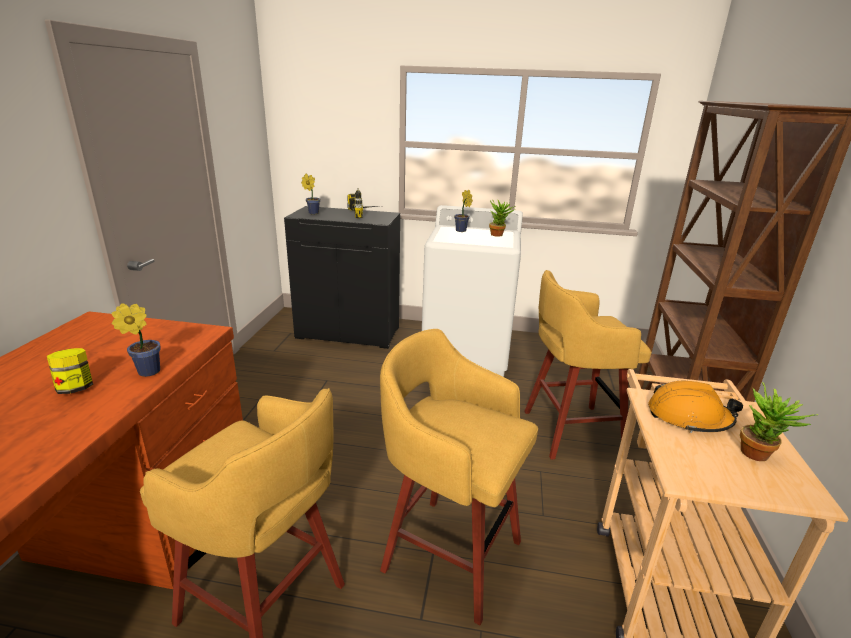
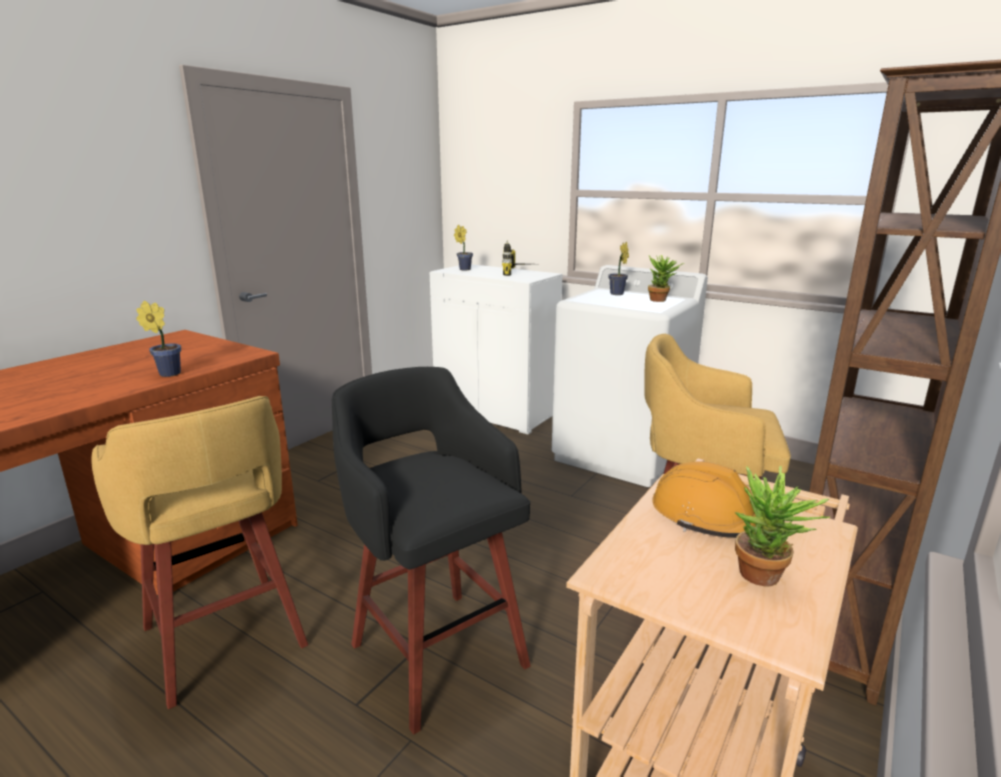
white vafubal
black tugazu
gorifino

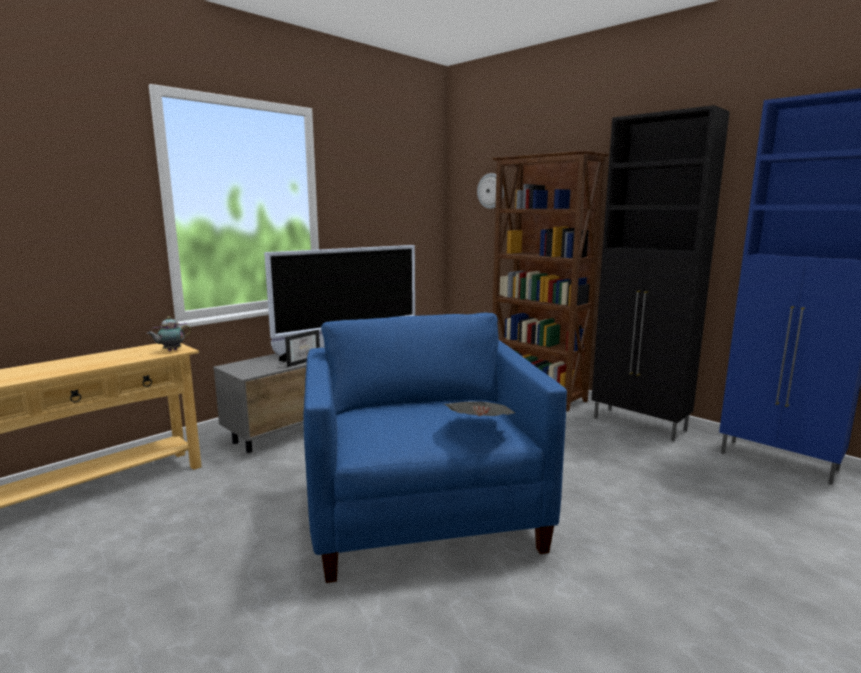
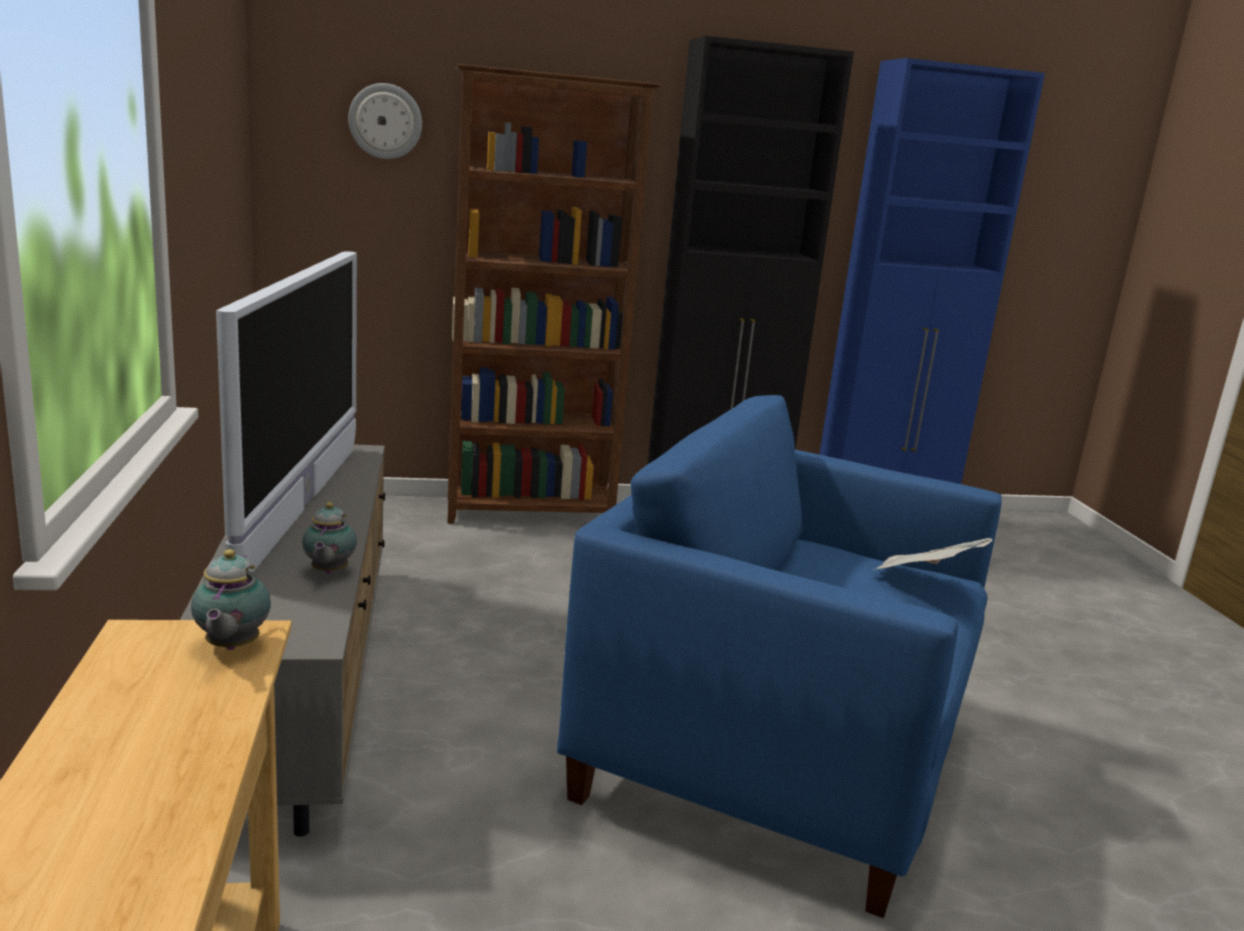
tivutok (2nd from left)

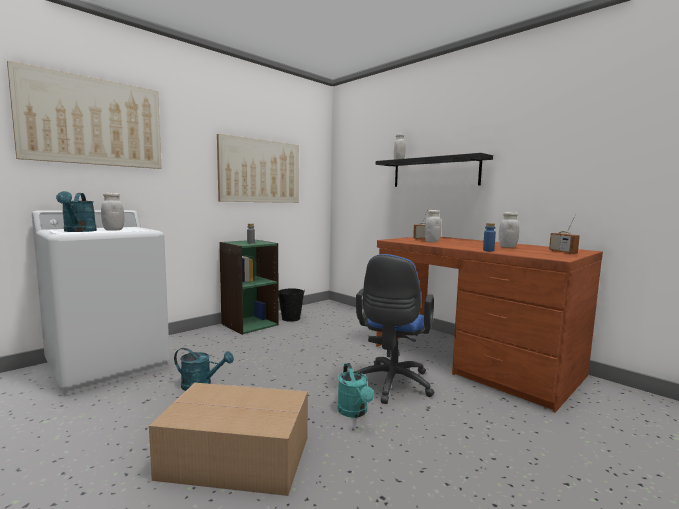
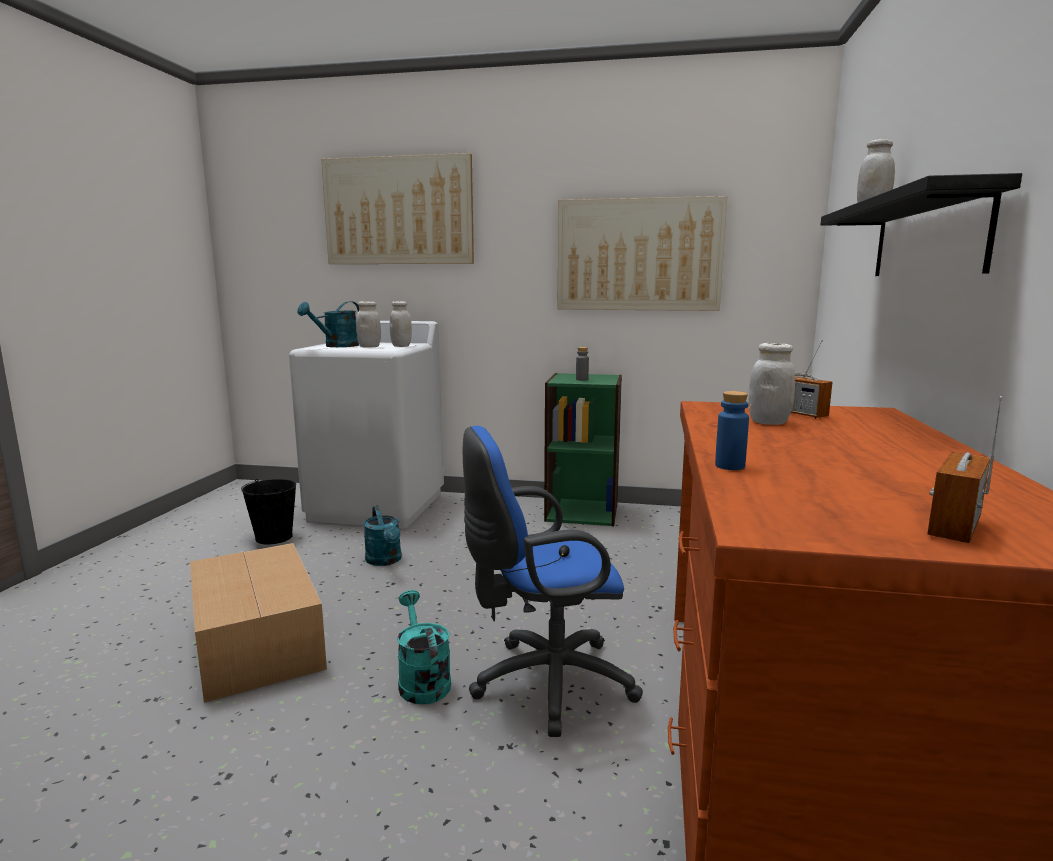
white gorifino (2nd from left)
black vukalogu
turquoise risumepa (3rd from left)

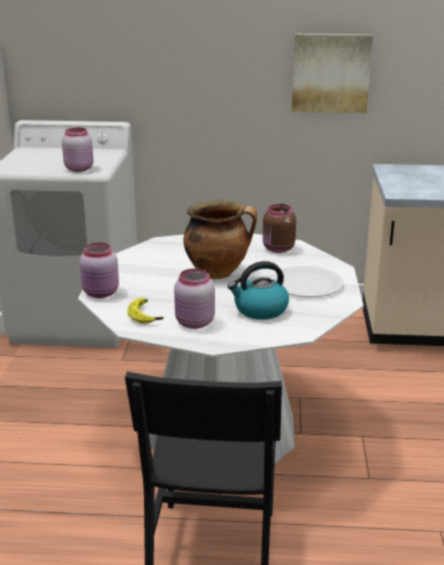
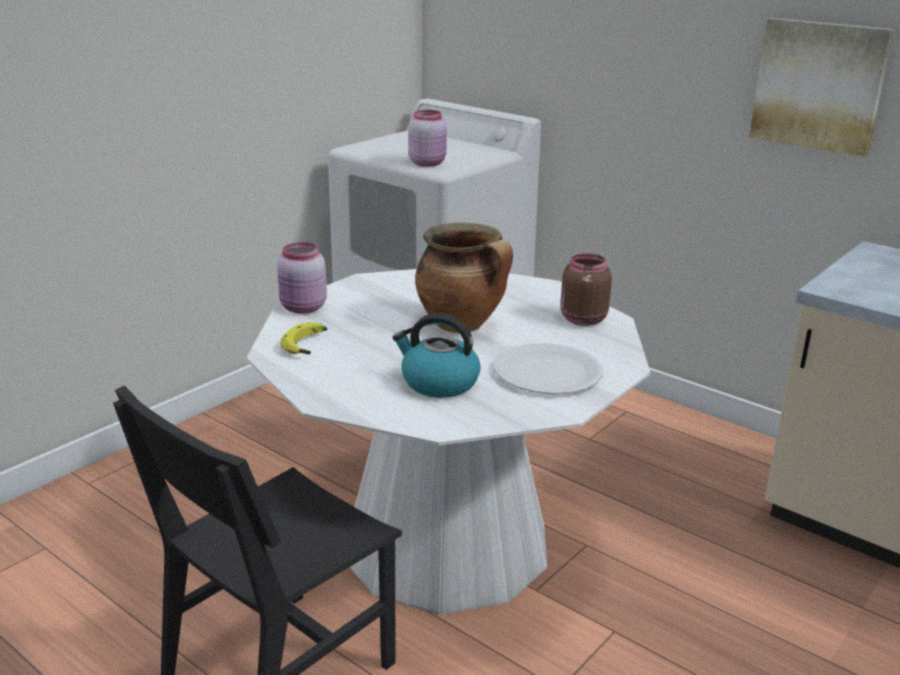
pink gorifino (3rd from left in the first image)

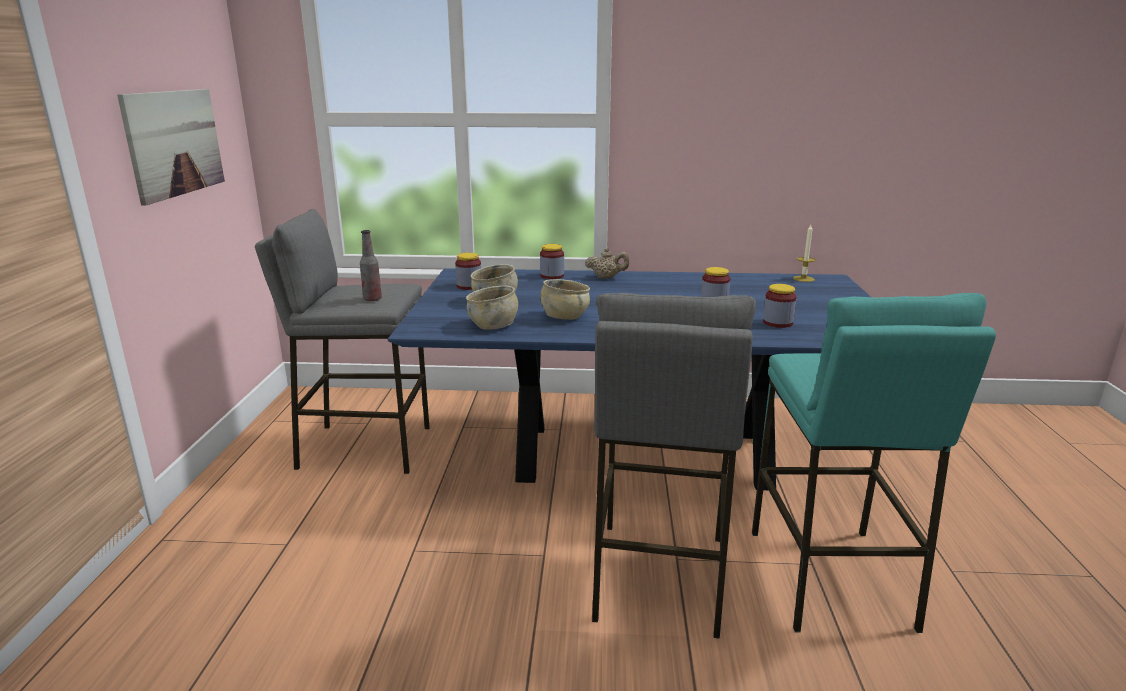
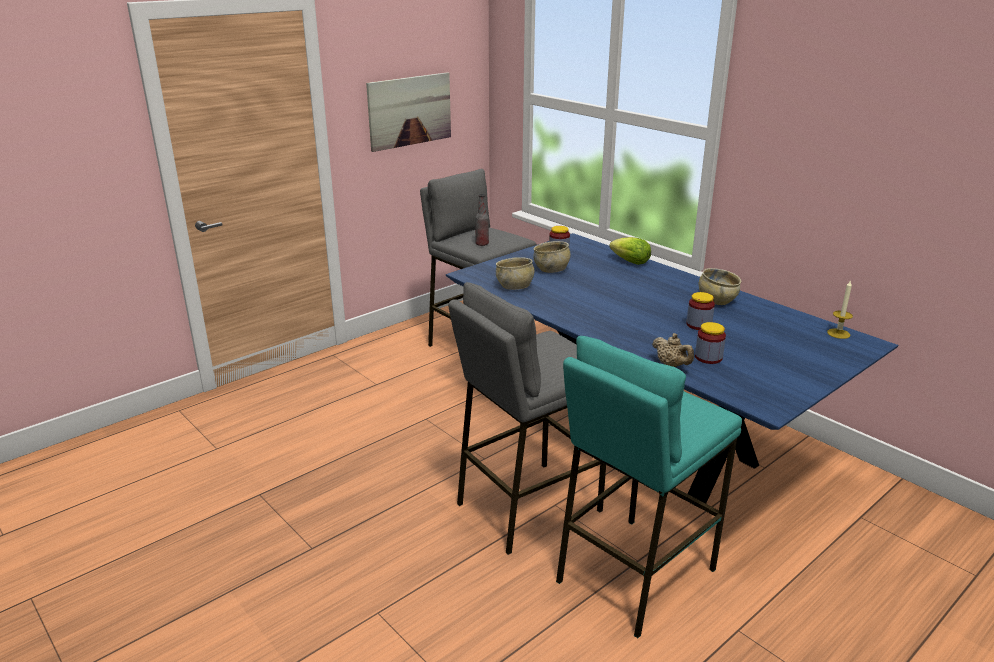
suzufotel
beige tivutok
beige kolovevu (3rd from left)

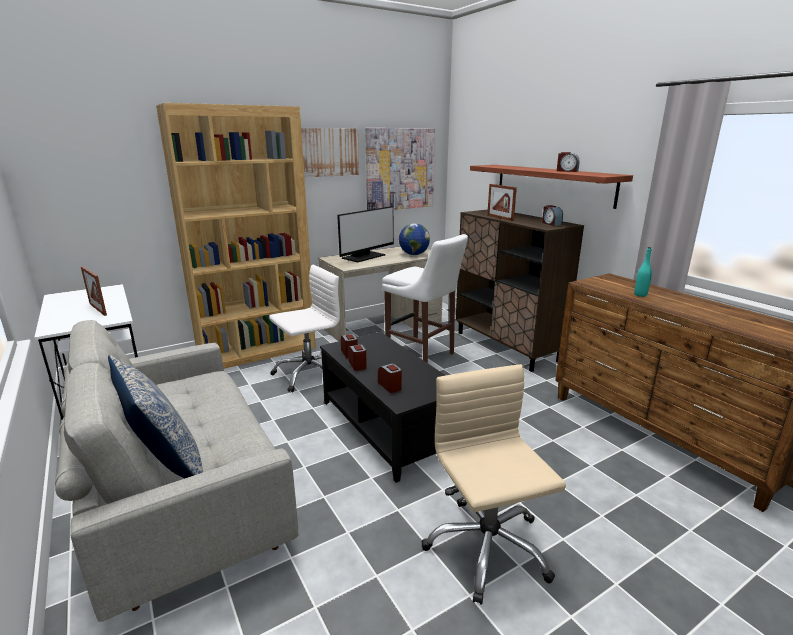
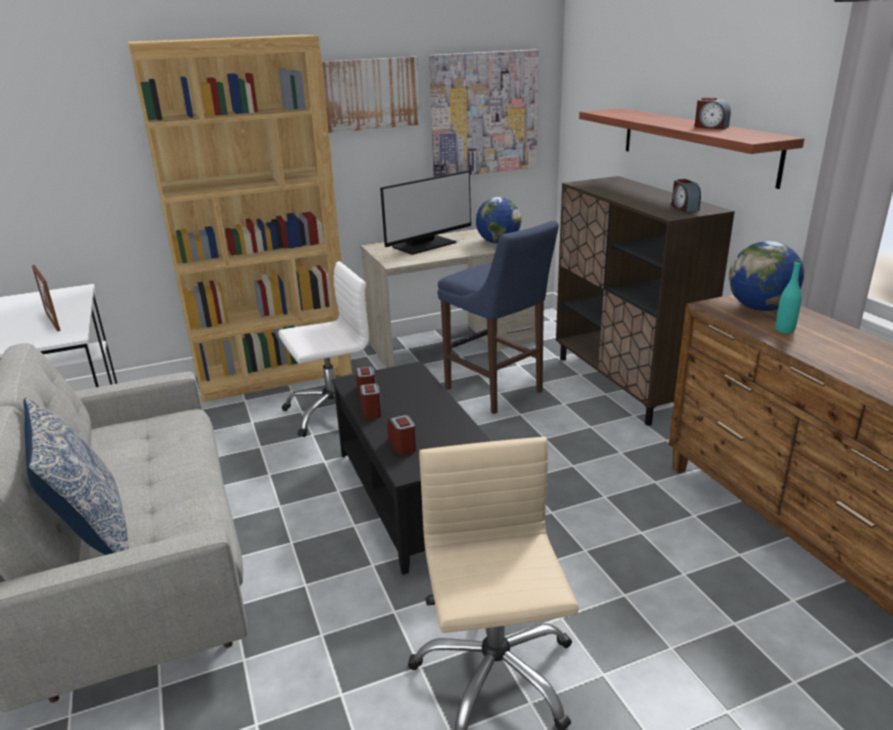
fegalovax (2nd from left in the first image)
blue tugazu
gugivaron (2nd from left)

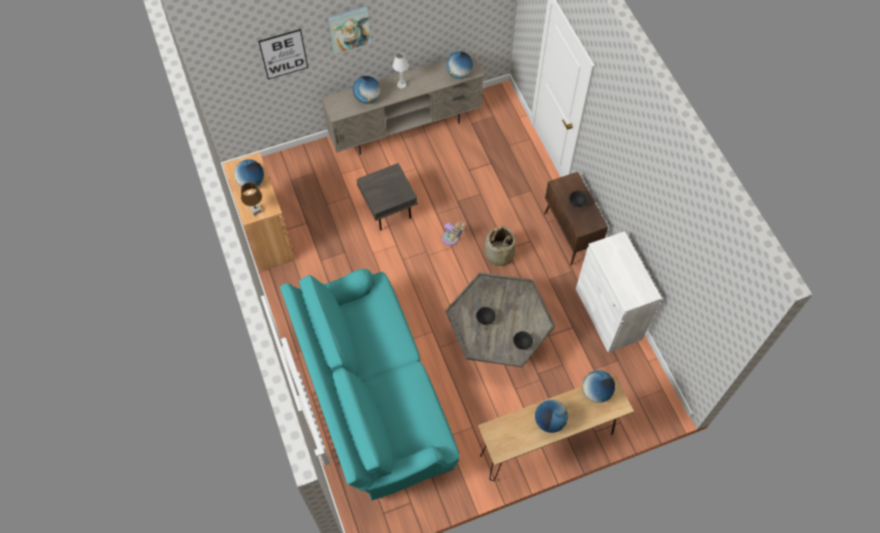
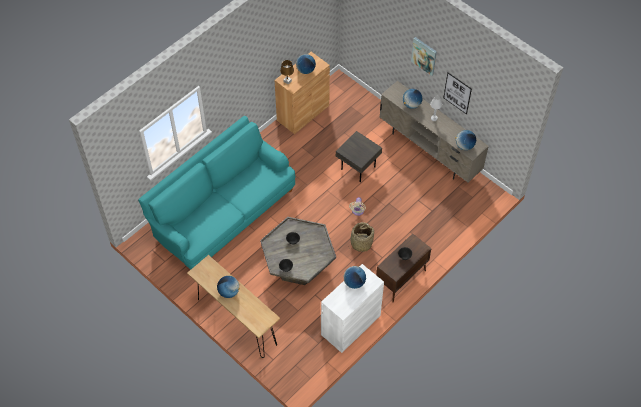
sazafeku (2nd from left)
gugivaron (3rd from left)

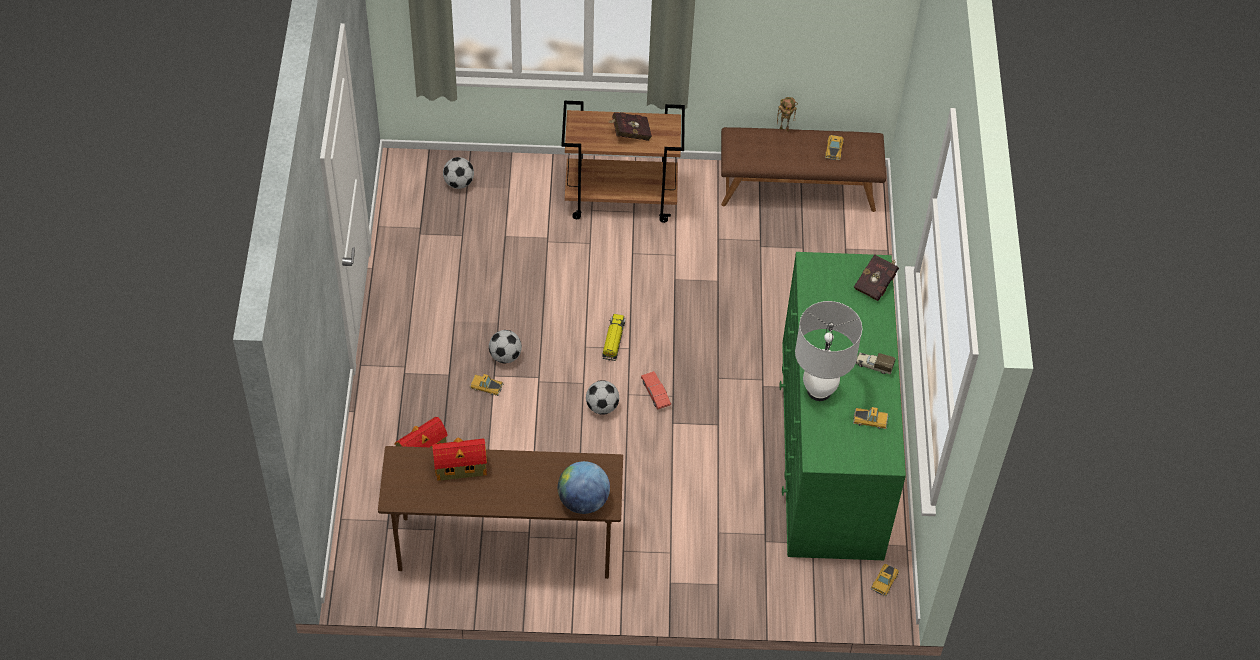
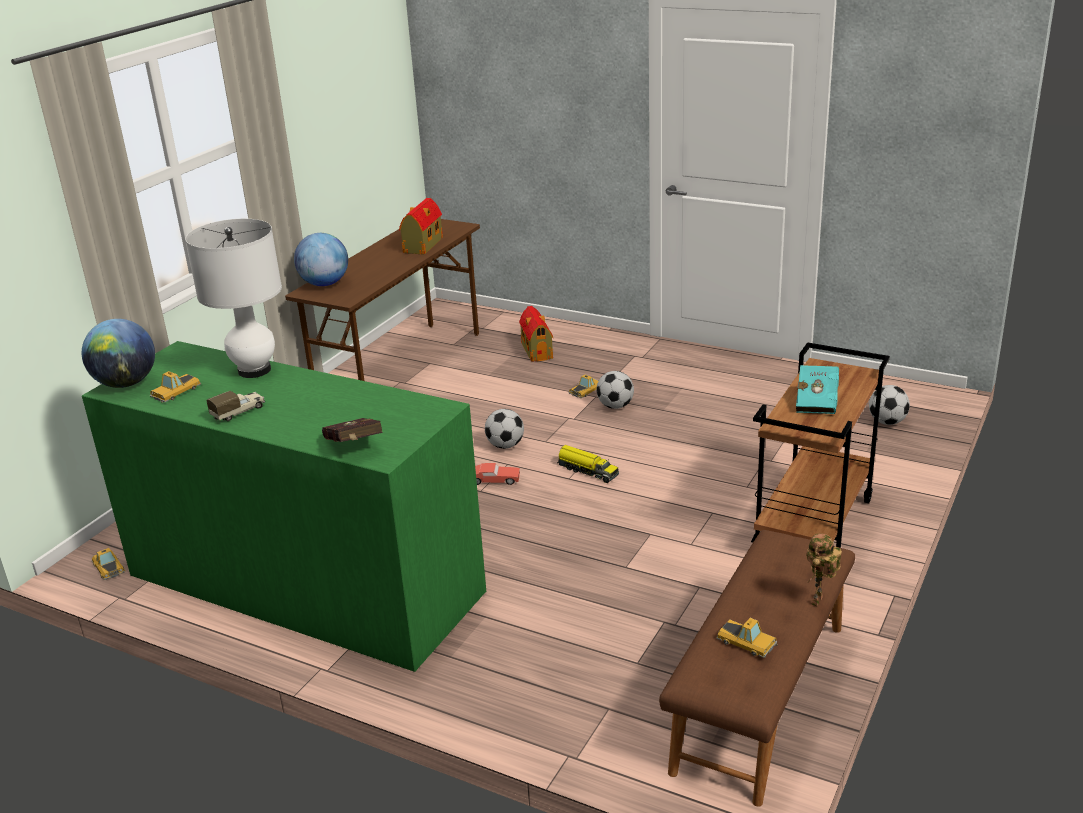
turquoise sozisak
gugivaron (1st from left)

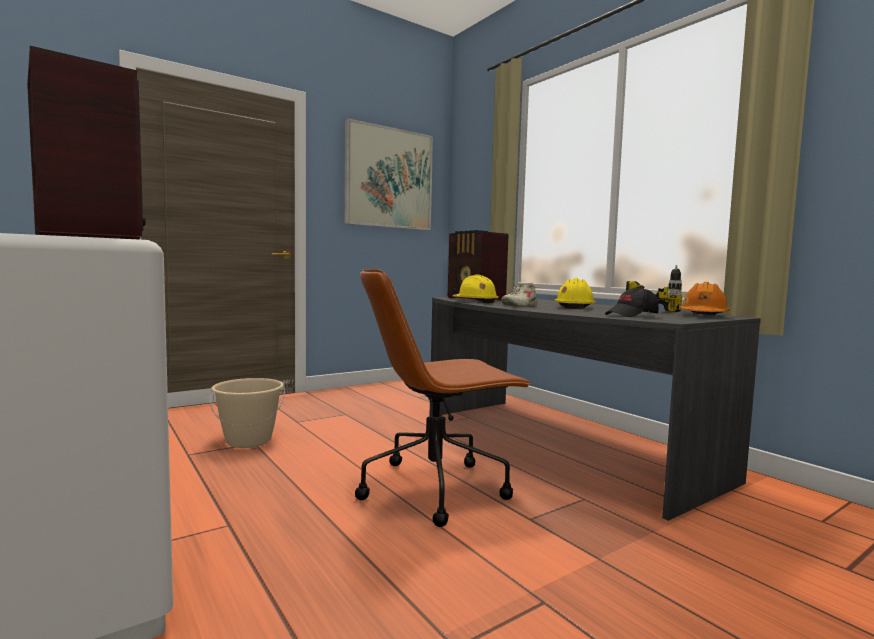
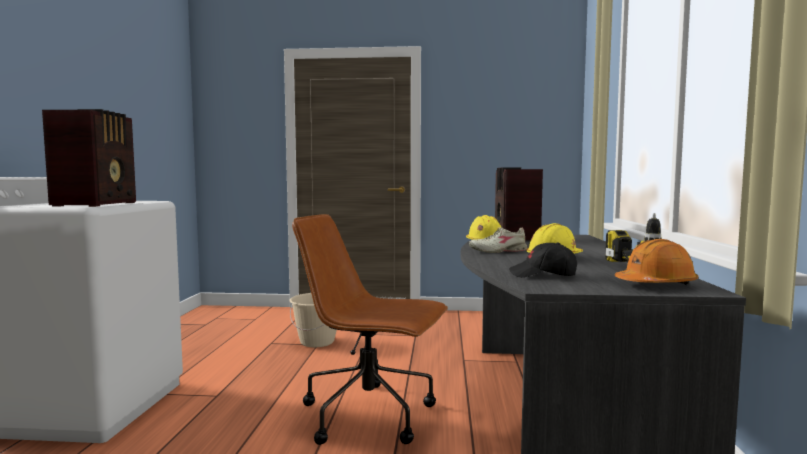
sazafeku

